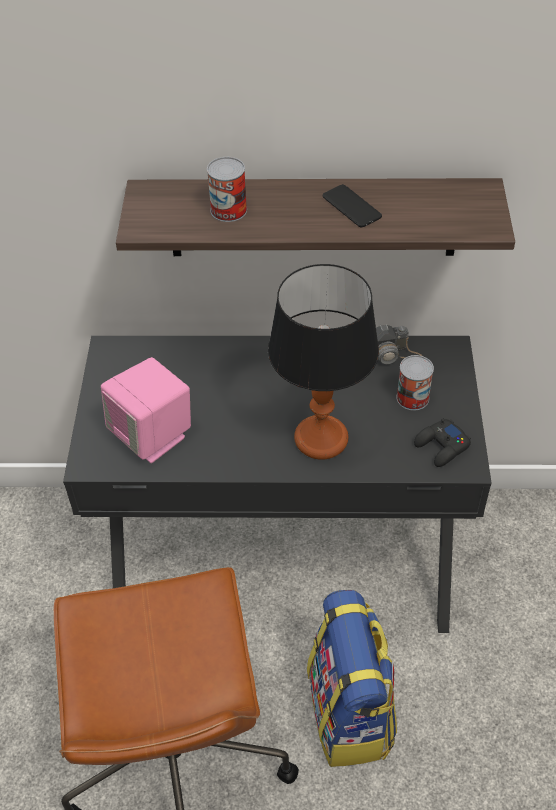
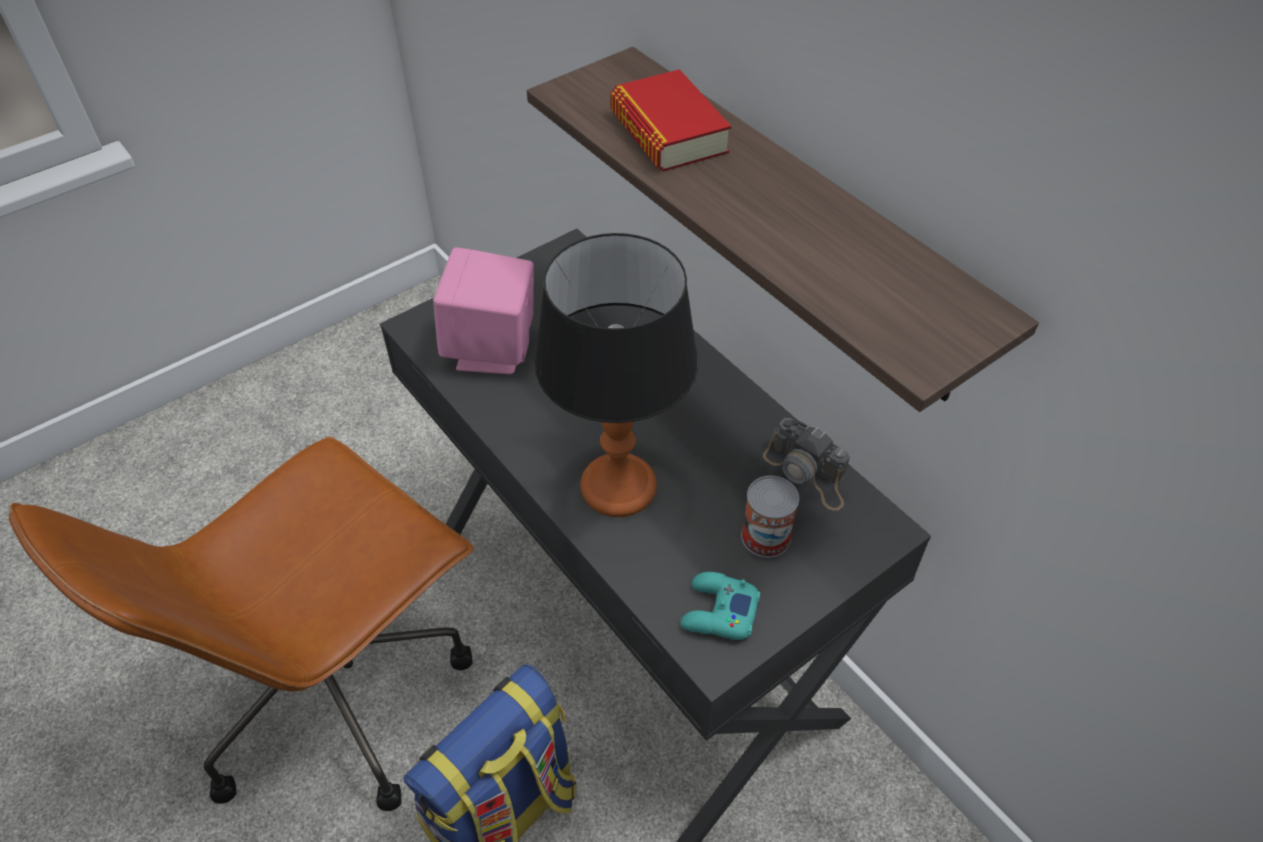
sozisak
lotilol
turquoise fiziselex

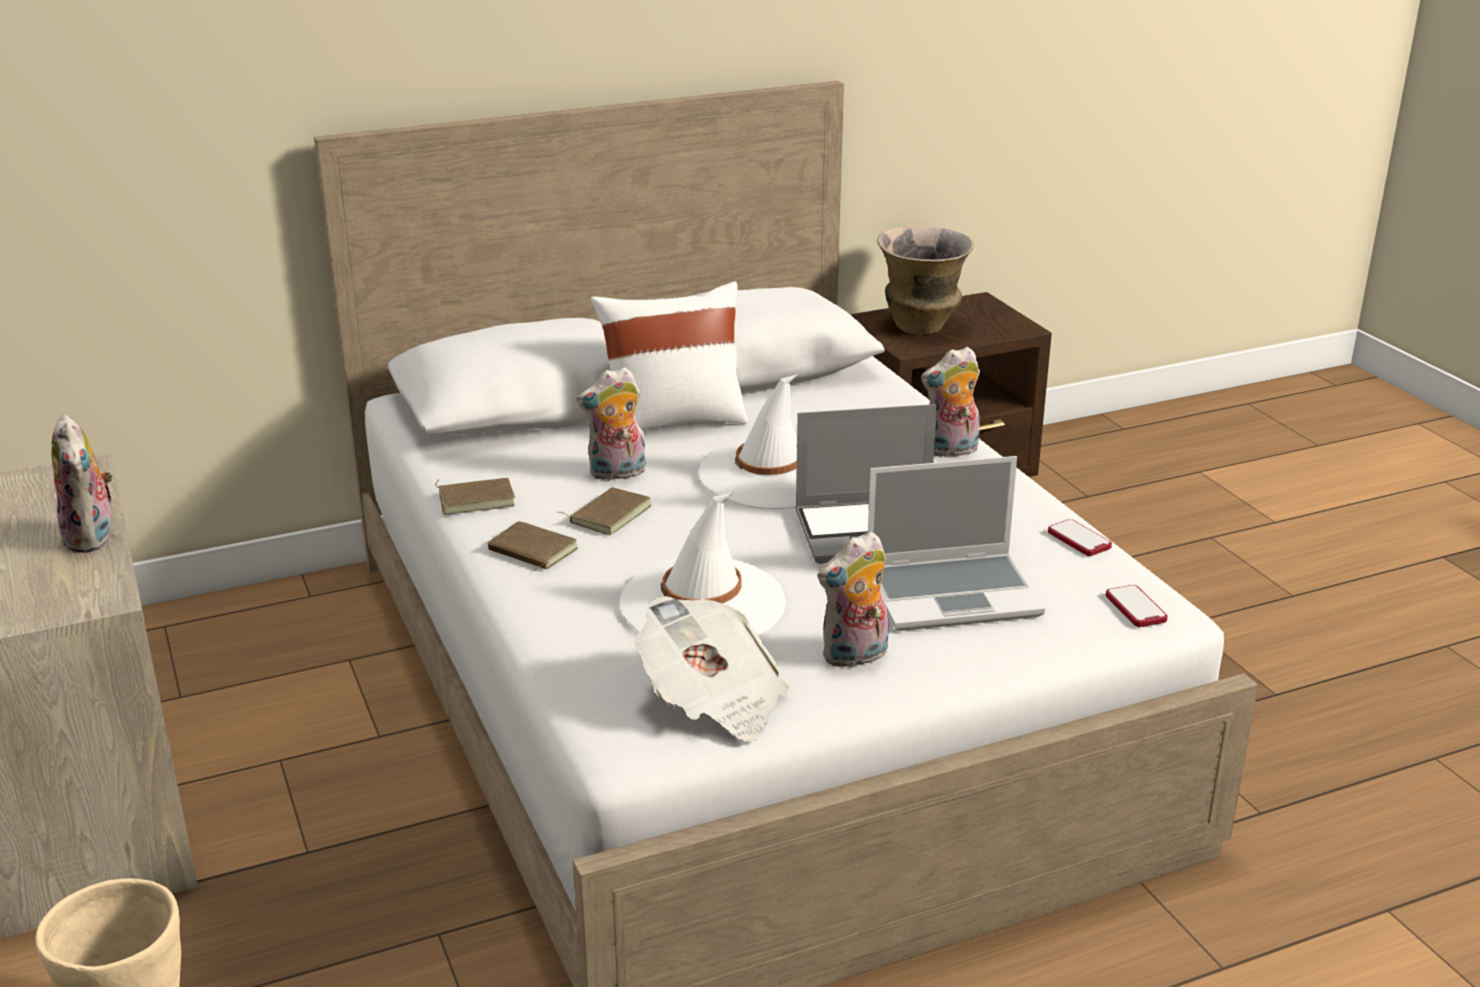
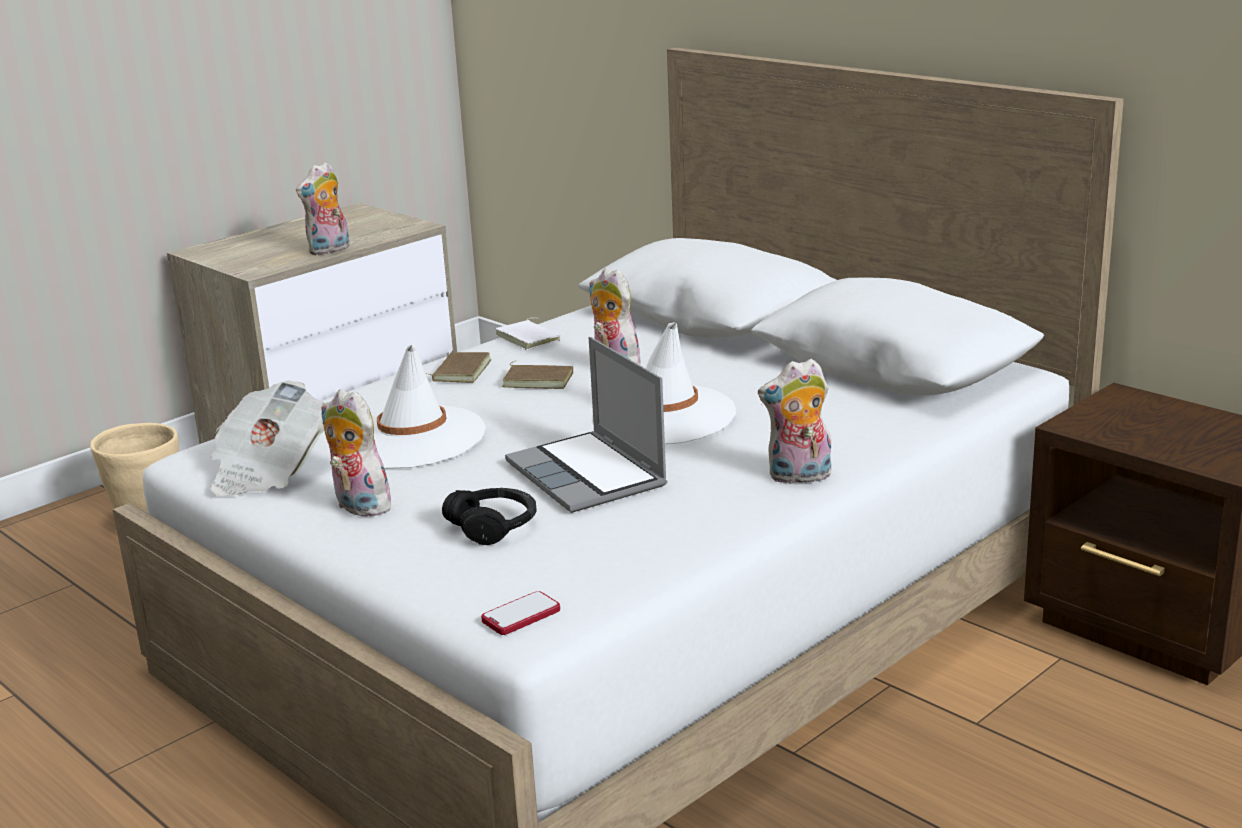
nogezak
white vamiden
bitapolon (4th from left)
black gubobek
white sozisak
lotilol (1st from left in the first image)

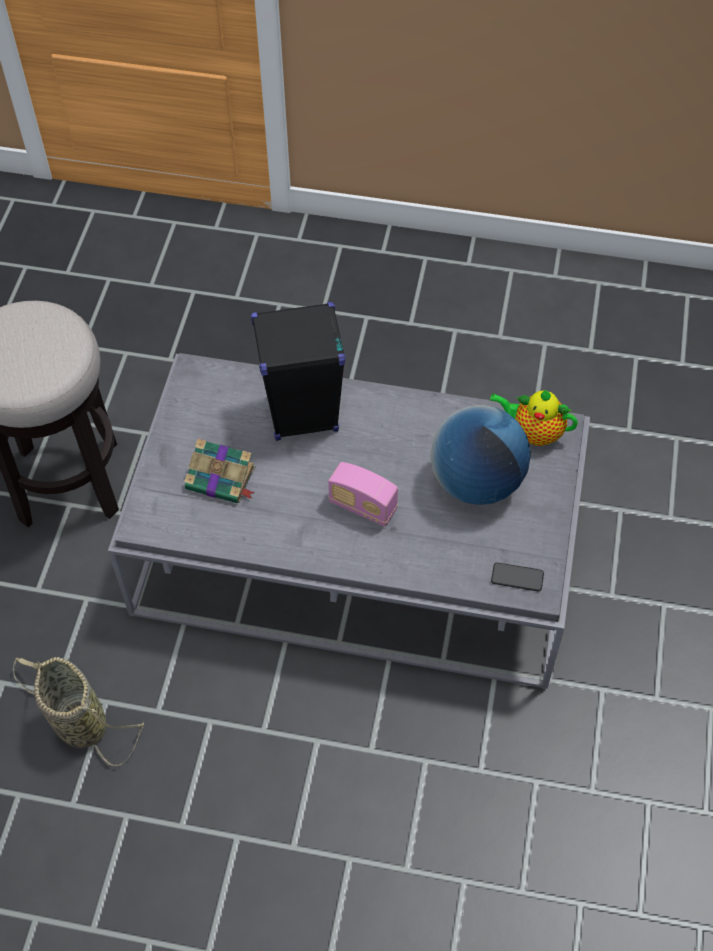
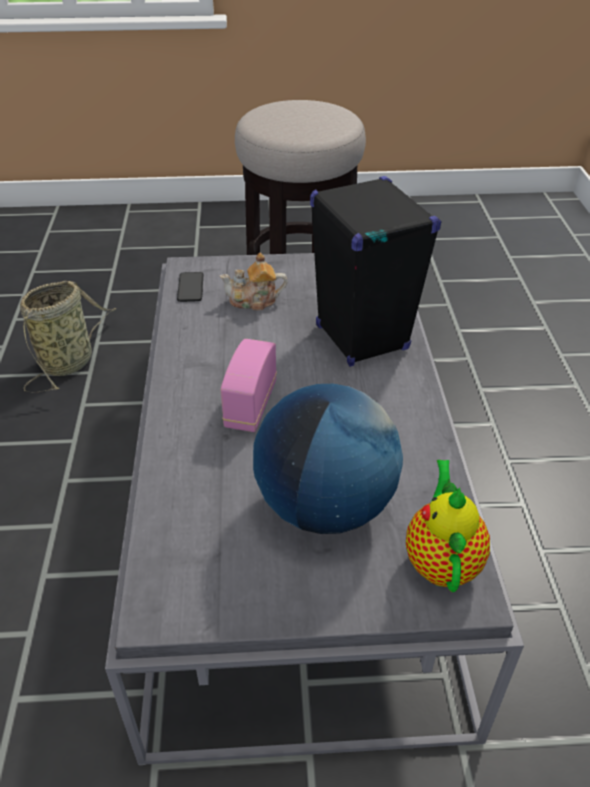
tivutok (1st from left)
lotilol

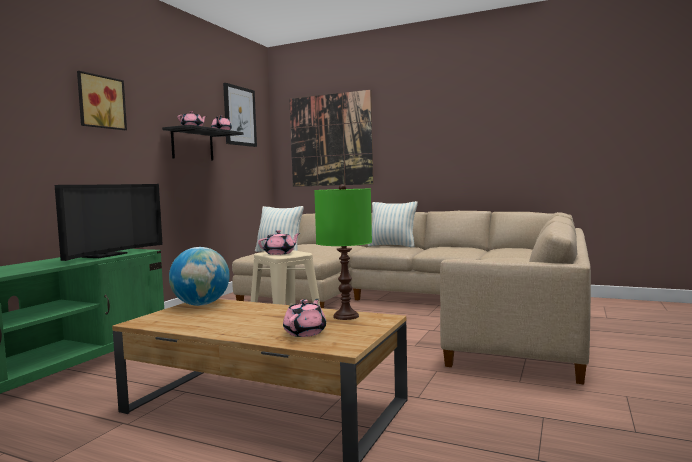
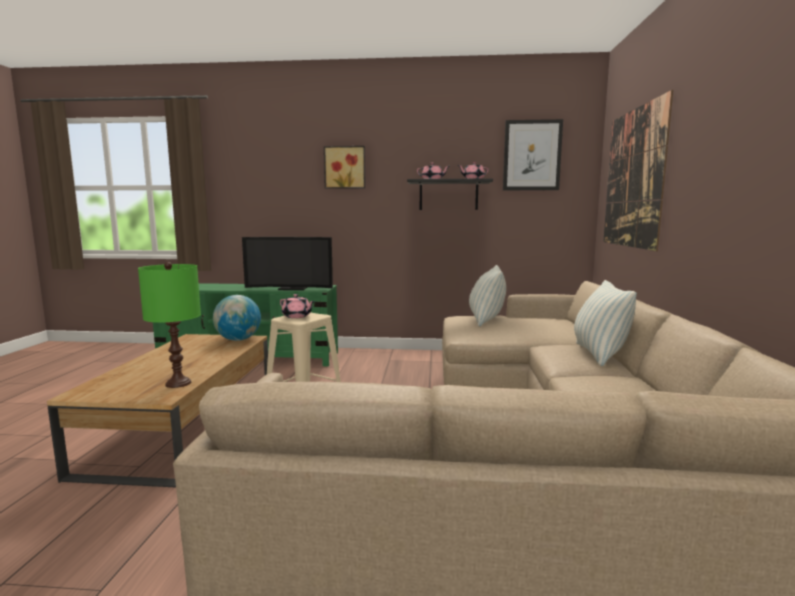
pink tivutok (4th from left in the first image)

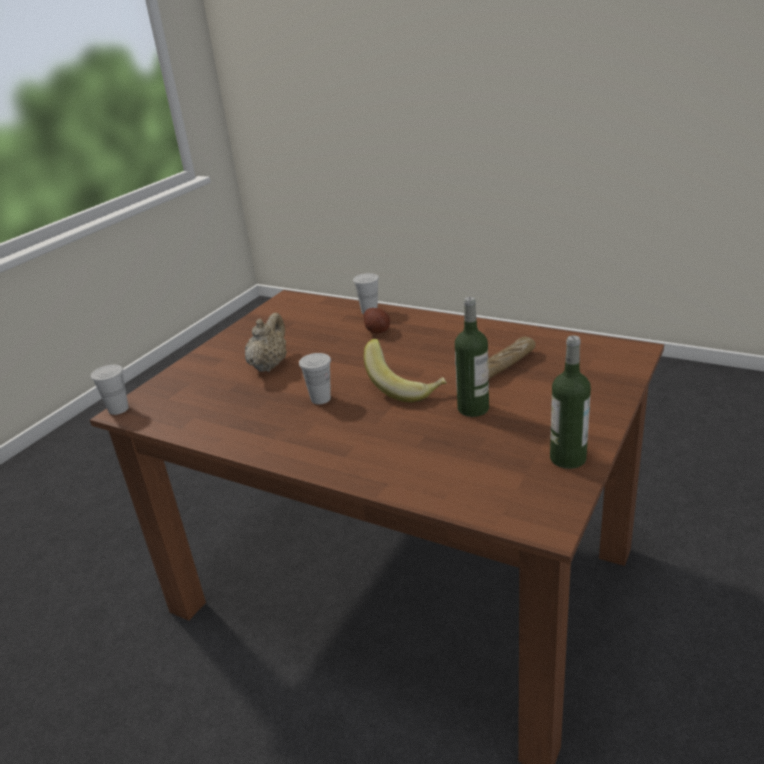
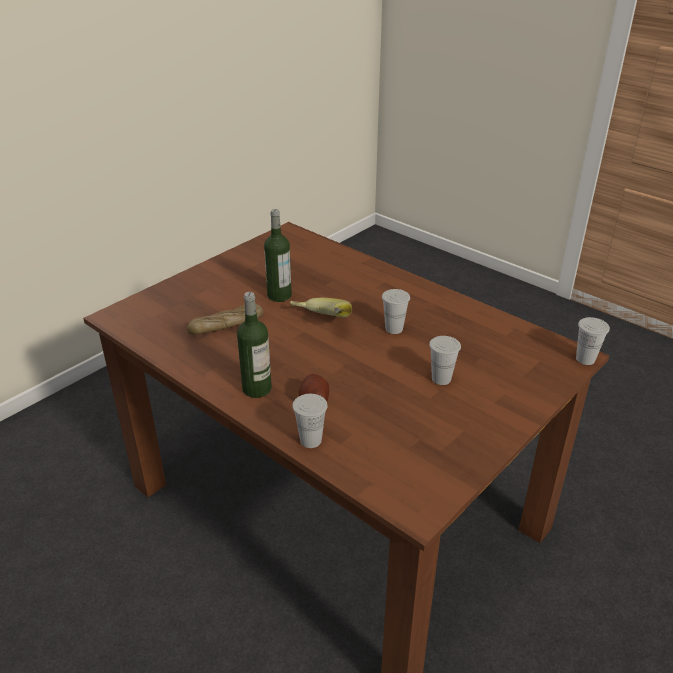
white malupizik (3rd from left)
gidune (1st from left)

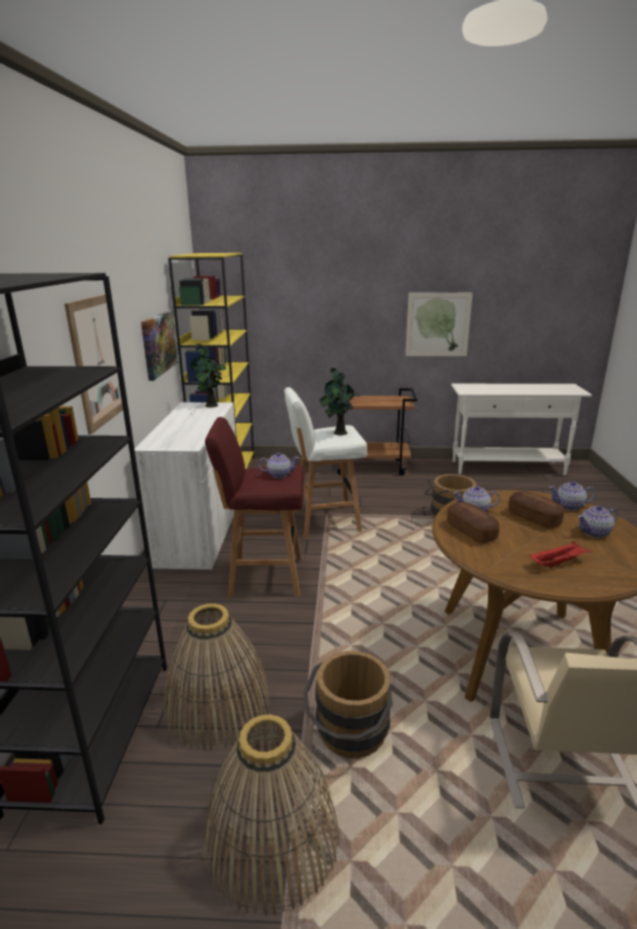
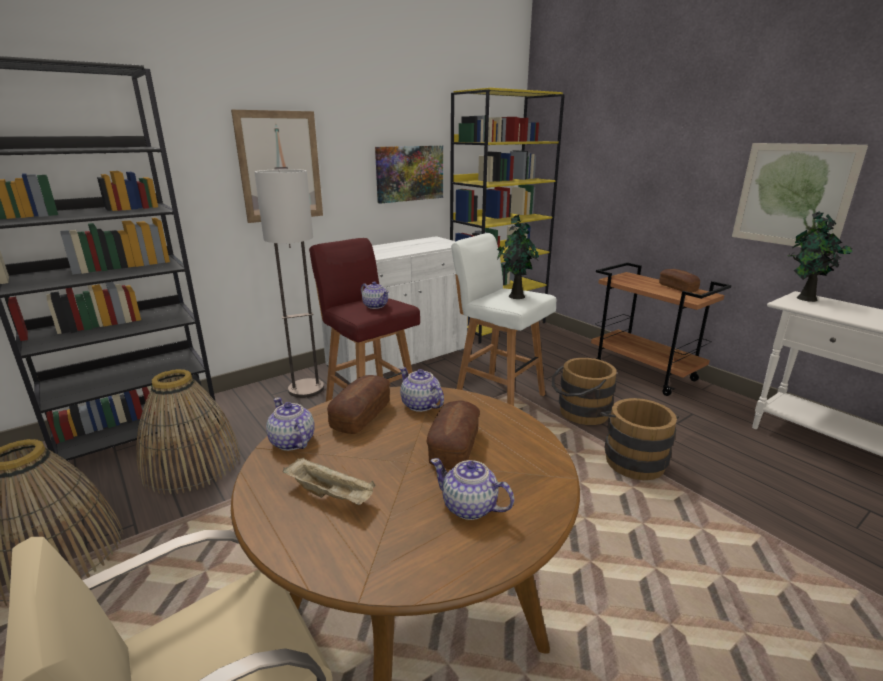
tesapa (2nd from left)
tivutok (1st from left)
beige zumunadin
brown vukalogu (1st from left)
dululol
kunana (3rd from left)

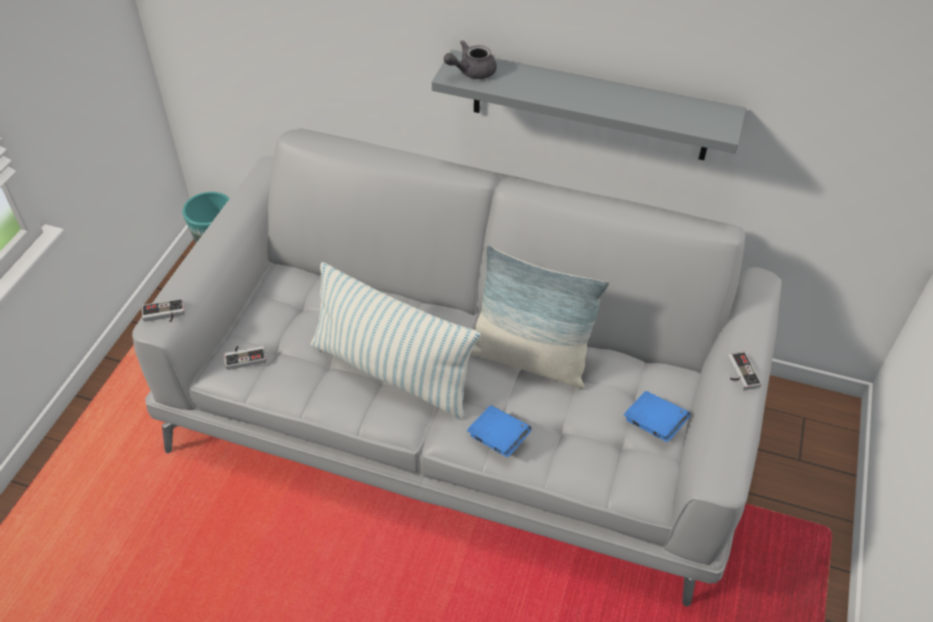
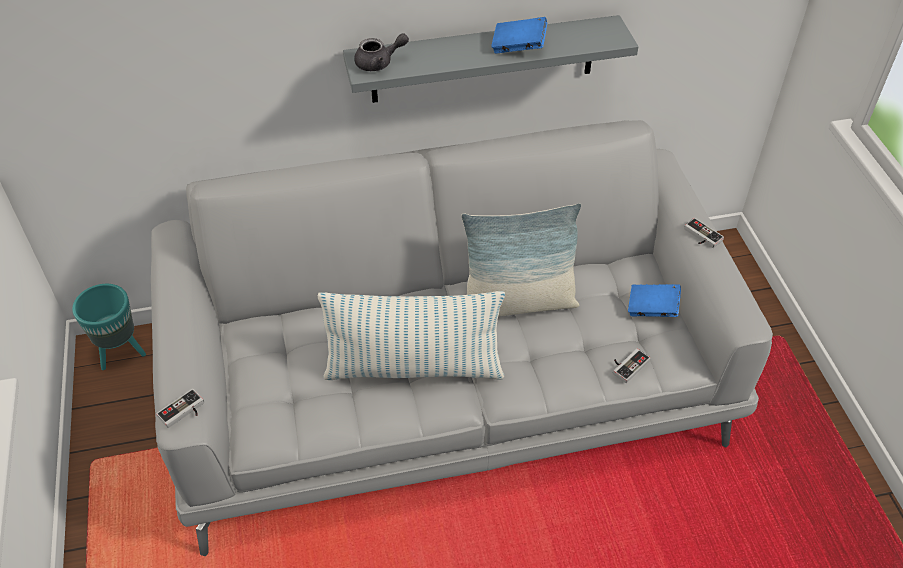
grey tivutok
fiziselex (2nd from left)
blue sozisak (1st from left)

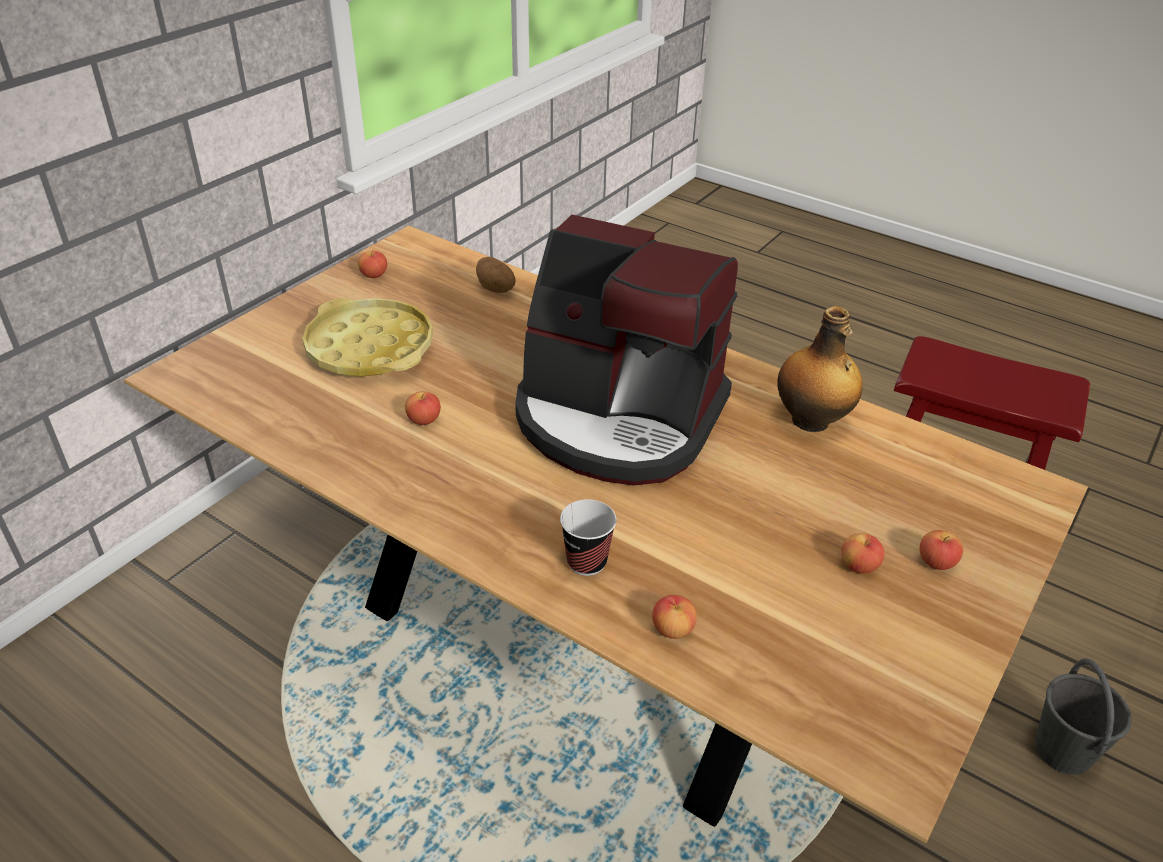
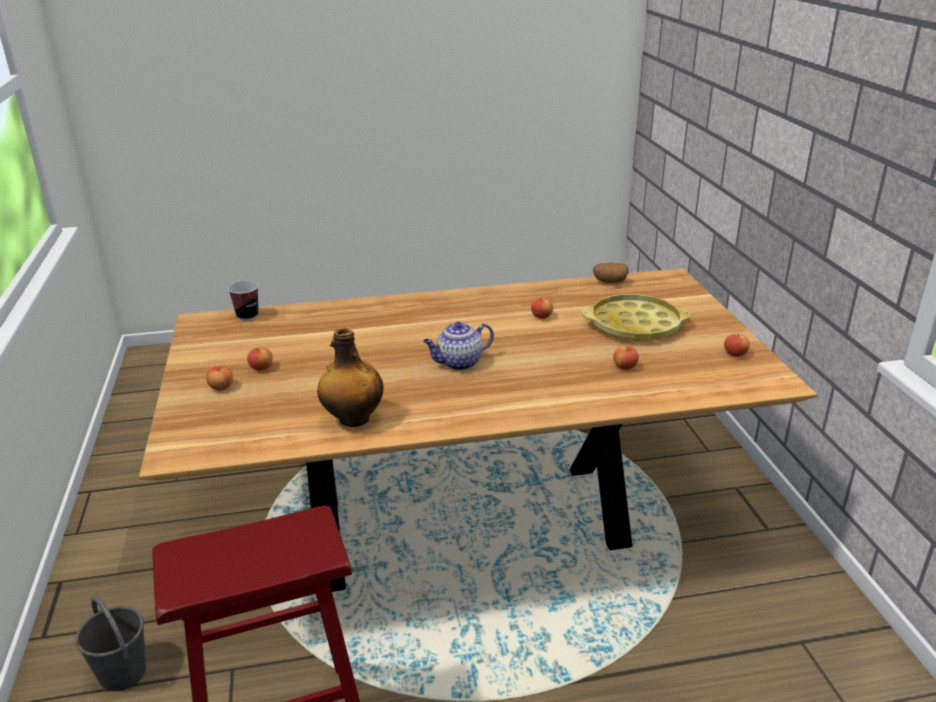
tivutok
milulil
malupizik
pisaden (4th from left)

